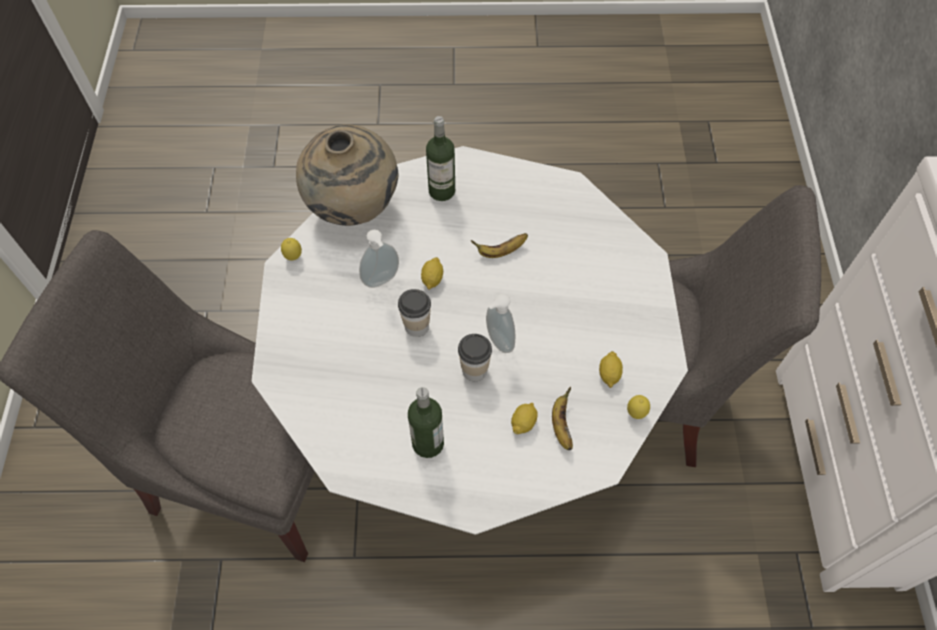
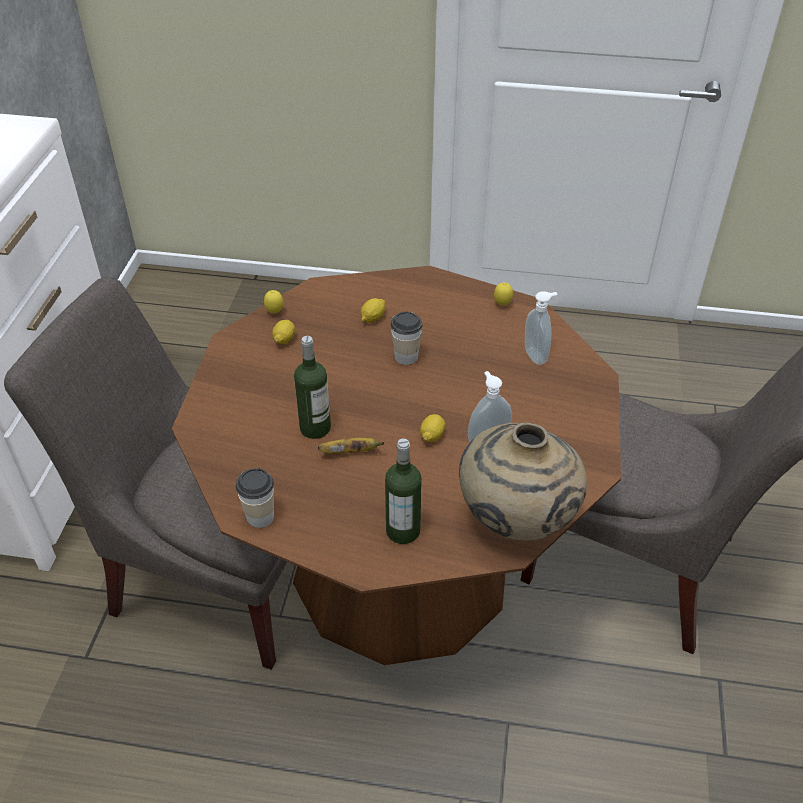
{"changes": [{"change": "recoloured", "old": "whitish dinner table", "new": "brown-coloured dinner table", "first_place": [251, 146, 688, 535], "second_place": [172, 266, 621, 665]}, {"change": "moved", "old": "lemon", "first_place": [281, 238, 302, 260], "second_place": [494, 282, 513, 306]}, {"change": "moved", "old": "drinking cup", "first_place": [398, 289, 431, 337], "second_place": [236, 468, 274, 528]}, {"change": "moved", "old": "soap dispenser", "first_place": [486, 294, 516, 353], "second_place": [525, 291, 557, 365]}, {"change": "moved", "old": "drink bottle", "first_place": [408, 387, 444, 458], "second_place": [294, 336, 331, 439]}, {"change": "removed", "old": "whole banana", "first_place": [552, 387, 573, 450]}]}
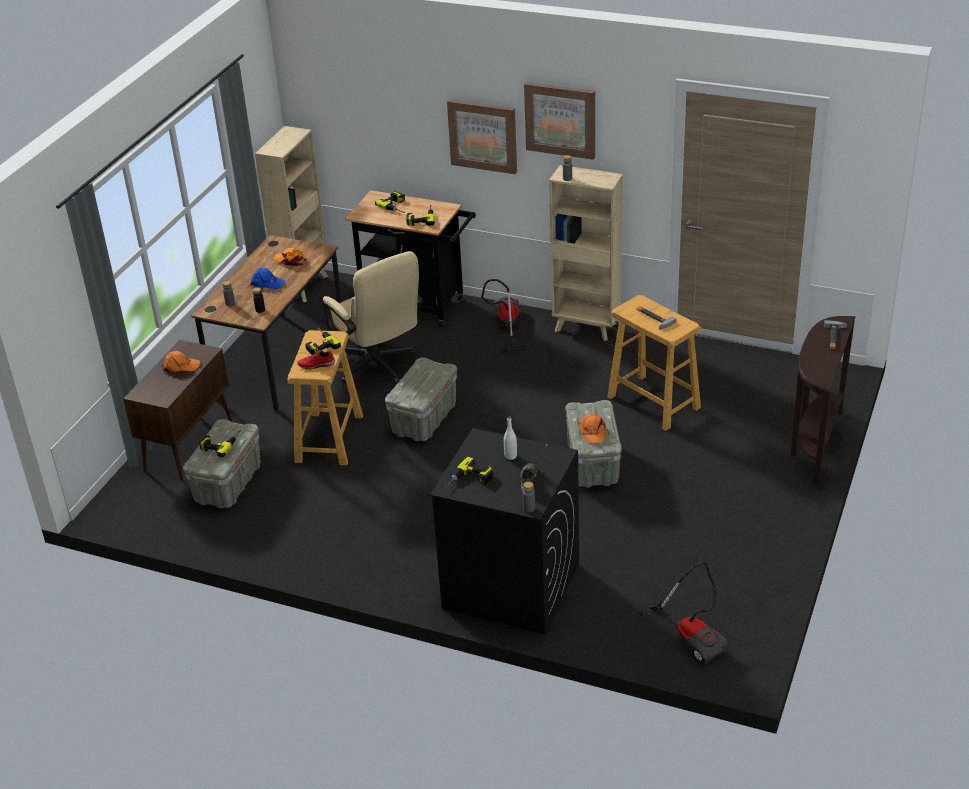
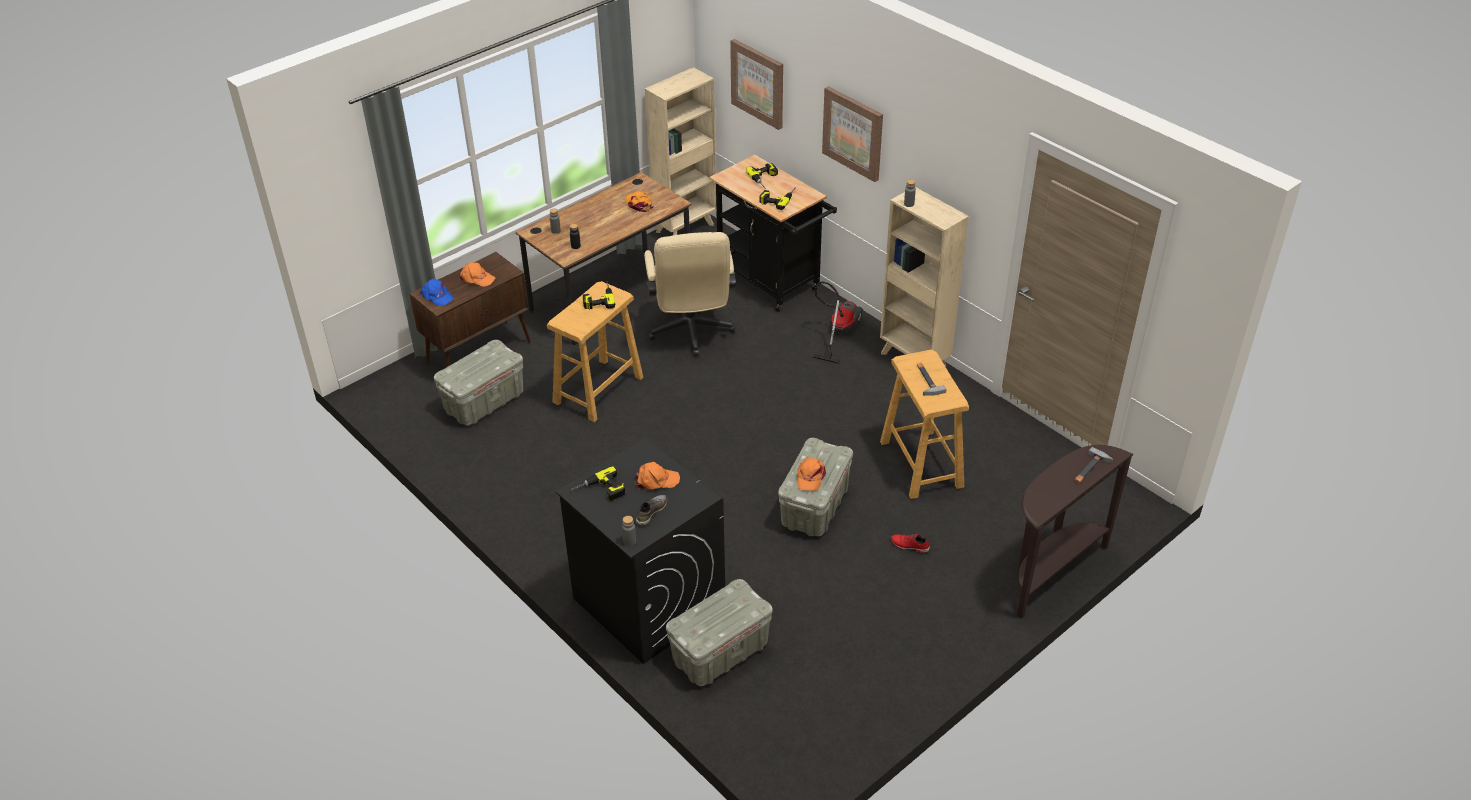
{"changes": [{"change": "moved", "old": "picture", "first_place": [524, 82, 595, 160], "second_place": [730, 39, 783, 130]}, {"change": "moved", "old": "bluish baseball cap", "first_place": [250, 268, 285, 290], "second_place": [419, 279, 454, 306]}, {"change": "moved", "old": "red-coloured item of footwear", "first_place": [297, 350, 335, 369], "second_place": [891, 533, 930, 553]}, {"change": "moved", "old": "greyish storage bin", "first_place": [385, 358, 457, 441], "second_place": [666, 579, 773, 686]}, {"change": "replaced", "old": "whitish drink bottle", "new": "orange-coloured baseball cap", "first_place": [504, 416, 517, 460], "second_place": [634, 462, 680, 490]}, {"change": "removed", "old": "electric drill", "first_place": [199, 430, 241, 457]}, {"change": "removed", "old": "vacuum cleaner", "first_place": [639, 562, 728, 665]}]}
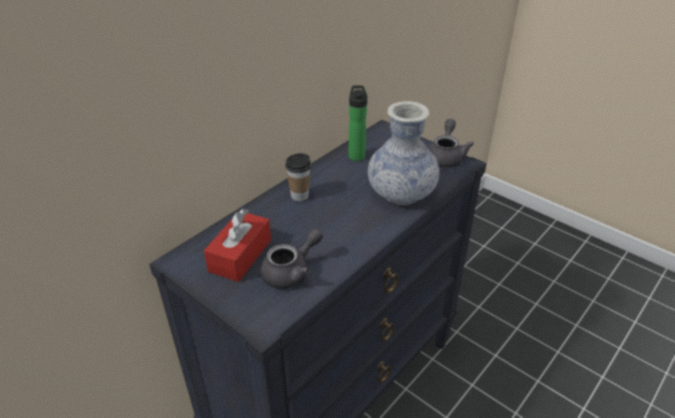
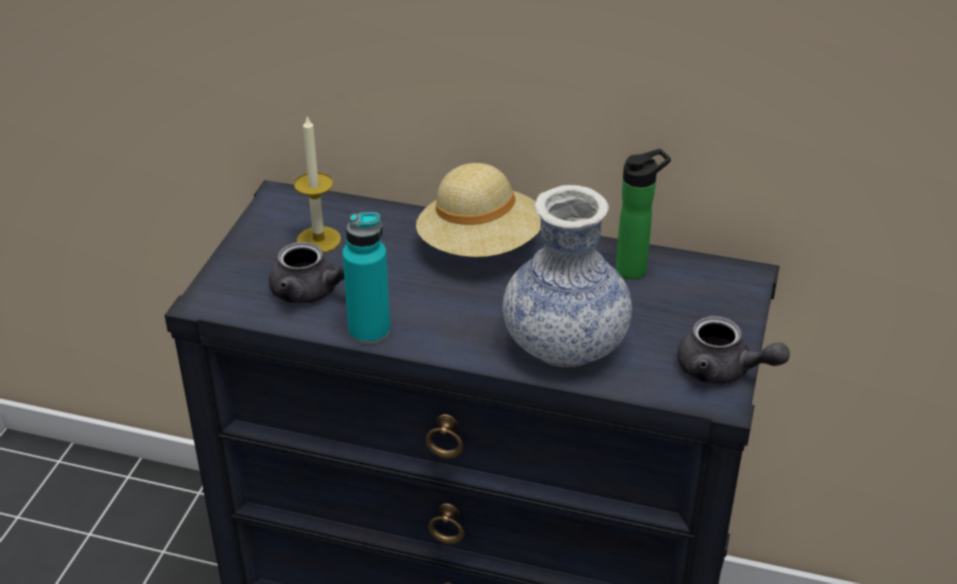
{"changes": [{"change": "turned", "old": "greyish pot for tea", "first_place": [428, 119, 474, 168], "second_place": [677, 316, 790, 384], "degrees": 45}, {"change": "replaced", "old": "drinking cup", "new": "sand-coloured clothing hat", "first_place": [285, 153, 311, 201], "second_place": [416, 163, 541, 257]}, {"change": "replaced", "old": "red-coloured tissue holder", "new": "candle", "first_place": [204, 209, 271, 282], "second_place": [294, 115, 341, 253]}, {"change": "added", "new": "turquoise drink bottle", "second_place": [342, 212, 391, 345]}]}
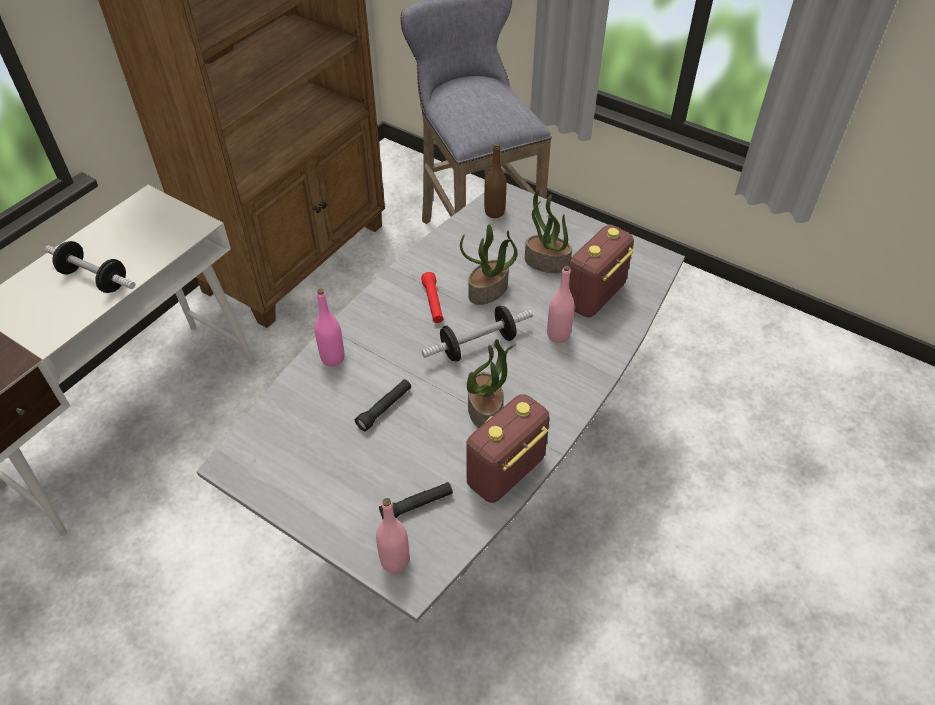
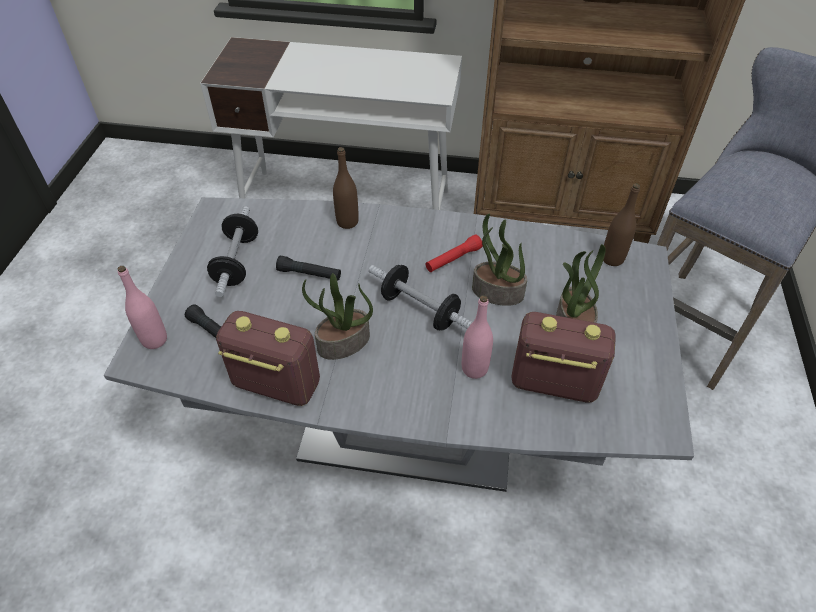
{"changes": [{"change": "moved", "old": "hand weight", "first_place": [45, 241, 135, 293], "second_place": [207, 206, 258, 297]}, {"change": "recoloured", "old": "pinkish drink bottle", "new": "brown-coloured drink bottle", "first_place": [315, 289, 344, 367], "second_place": [333, 147, 359, 229]}]}
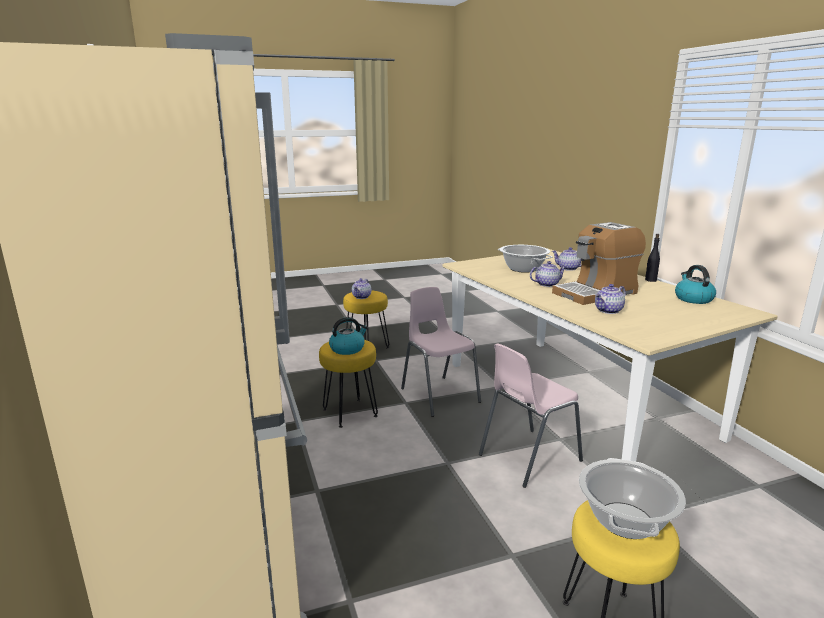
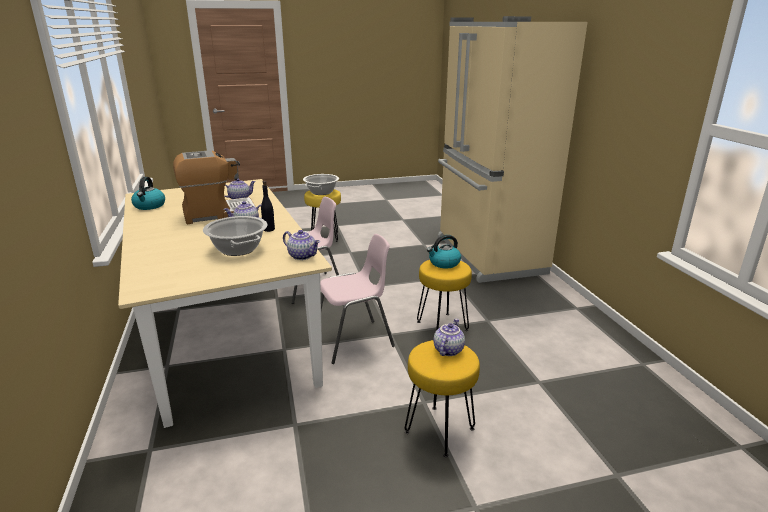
{"changes": [{"change": "moved", "old": "blackish drink bottle", "first_place": [645, 234, 660, 282], "second_place": [261, 181, 275, 232]}, {"change": "moved", "old": "pot for tea", "first_place": [552, 247, 581, 271], "second_place": [283, 230, 320, 260]}, {"change": "turned", "old": "pinkish upright chair", "first_place": [401, 287, 481, 417], "second_place": [320, 234, 395, 364], "degrees": -90}]}
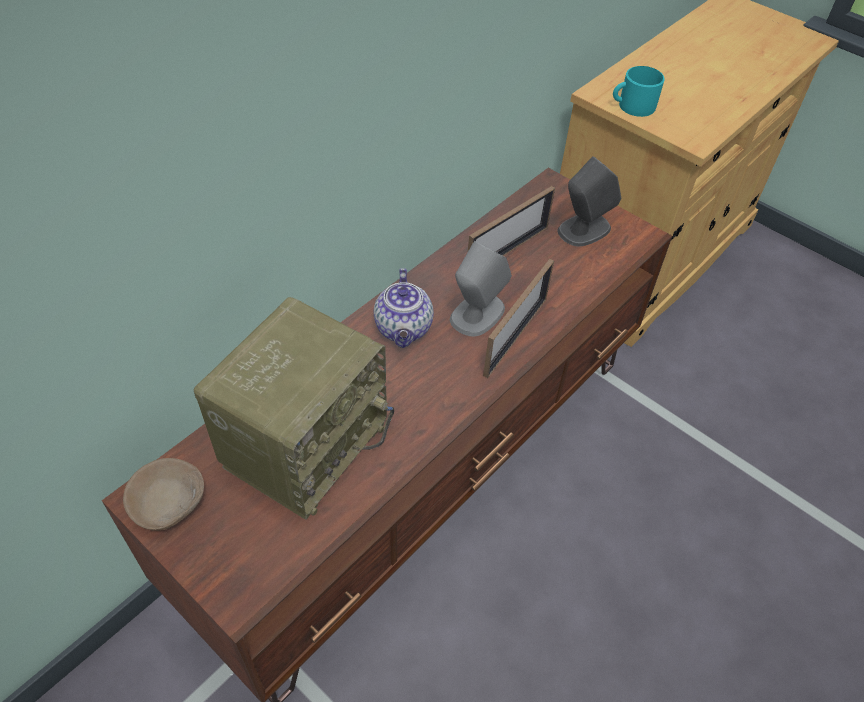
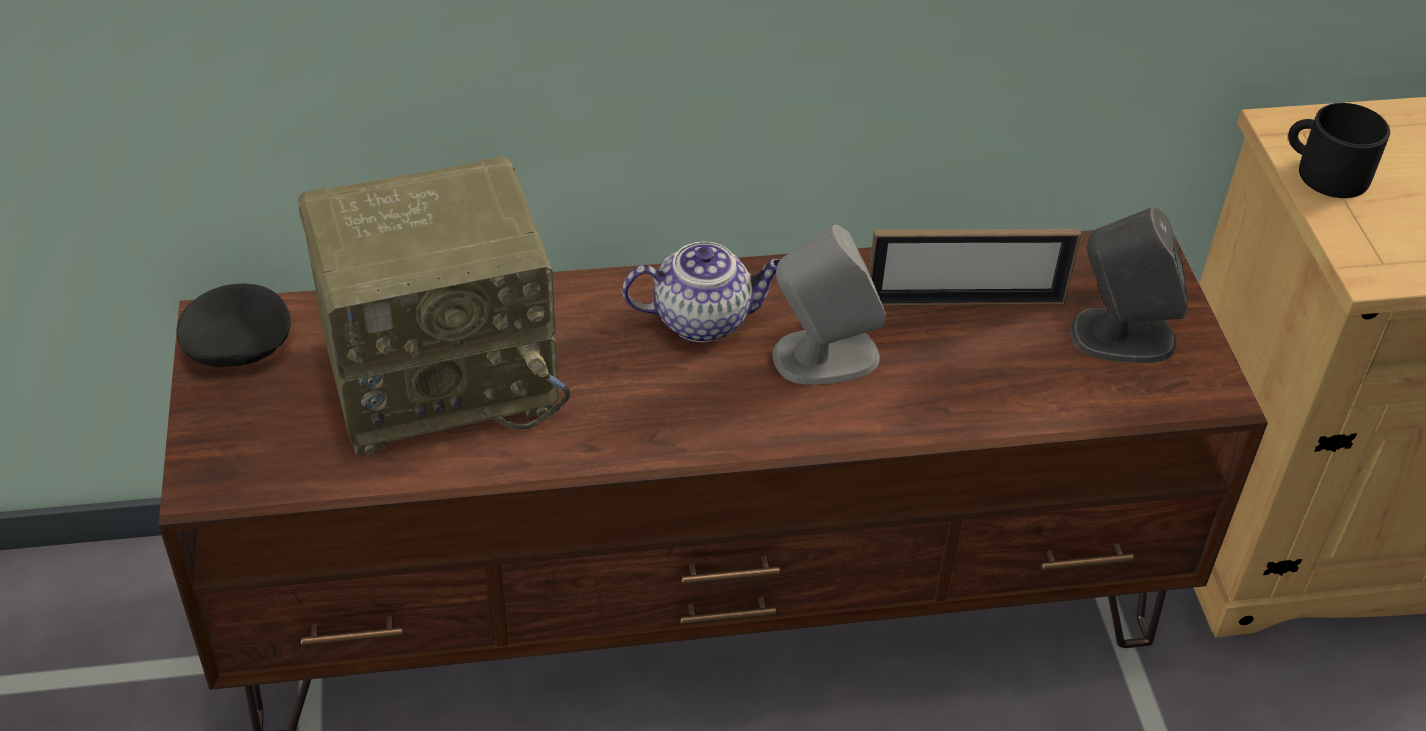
{"changes": [{"change": "recoloured", "old": "turquoise coffee mug", "new": "blackish coffee mug", "first_place": [613, 66, 665, 117], "second_place": [1288, 103, 1390, 198]}, {"change": "removed", "old": "standing frame", "first_place": [483, 259, 554, 378]}, {"change": "turned", "old": "pot for tea", "first_place": [374, 268, 434, 348], "second_place": [622, 241, 780, 342], "degrees": -135}, {"change": "recoloured", "old": "sand-coloured deep dish", "new": "blackish deep dish", "first_place": [123, 458, 204, 531], "second_place": [177, 284, 291, 367]}]}
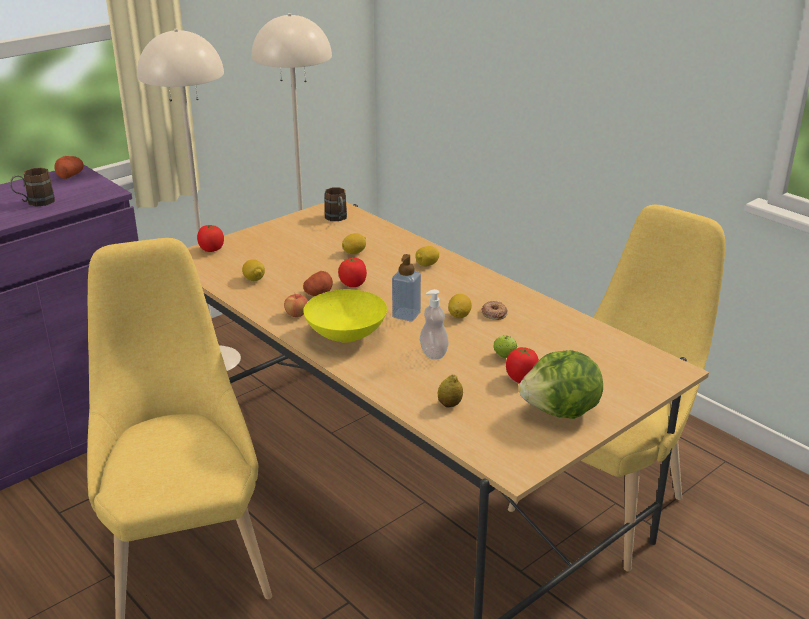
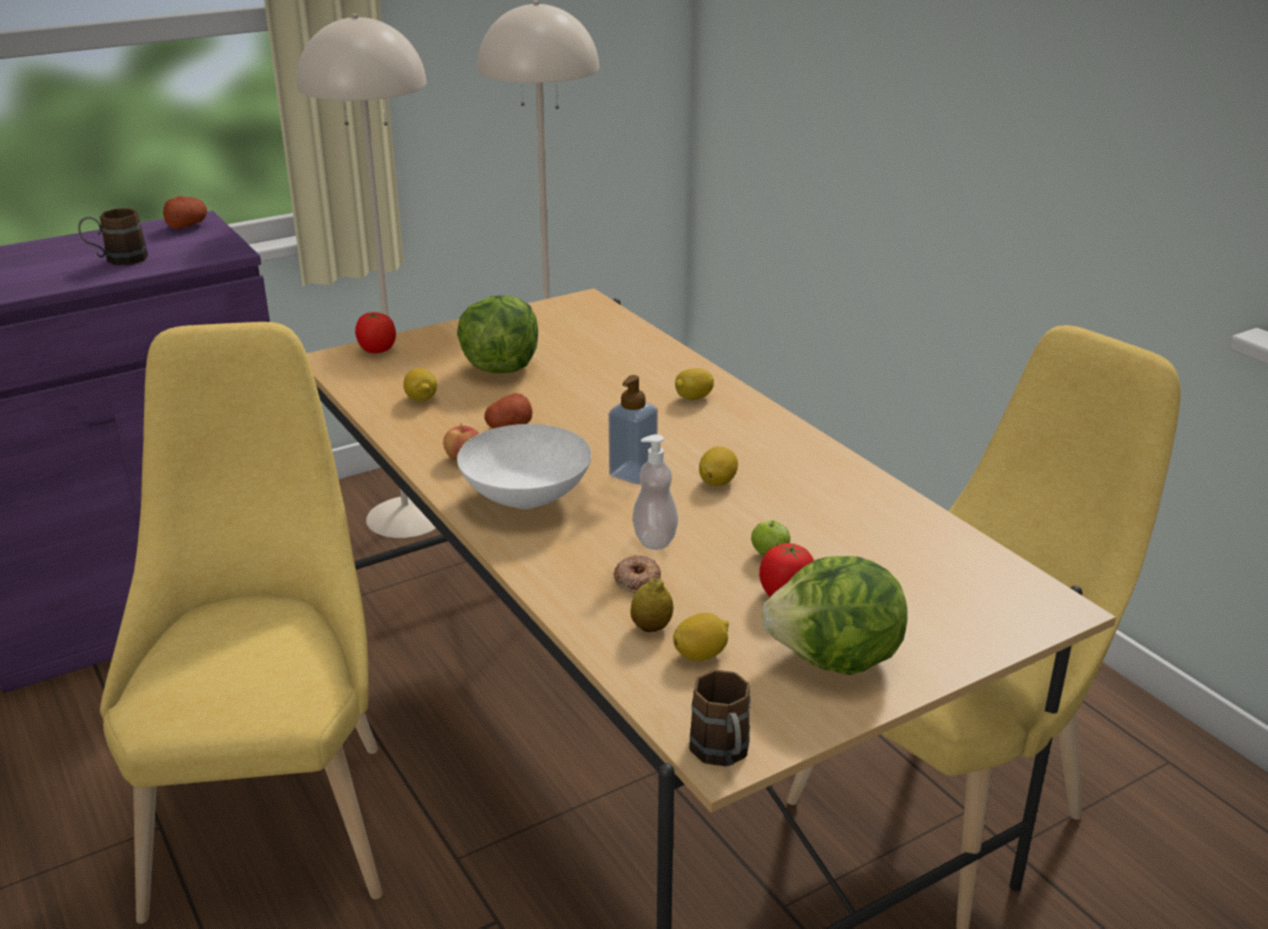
{"changes": [{"change": "moved", "old": "brown-coloured coffee mug", "first_place": [325, 187, 347, 221], "second_place": [689, 670, 751, 766]}, {"change": "moved", "old": "lemon", "first_place": [342, 233, 366, 254], "second_place": [673, 613, 729, 661]}, {"change": "removed", "old": "tomato", "first_place": [338, 257, 367, 287]}, {"change": "recoloured", "old": "yellow-coloured deep dish", "new": "whitish deep dish", "first_place": [303, 289, 387, 343], "second_place": [457, 424, 591, 509]}, {"change": "moved", "old": "donut", "first_place": [481, 301, 508, 320], "second_place": [614, 555, 661, 593]}, {"change": "added", "new": "lettuce", "second_place": [457, 295, 538, 374]}]}
